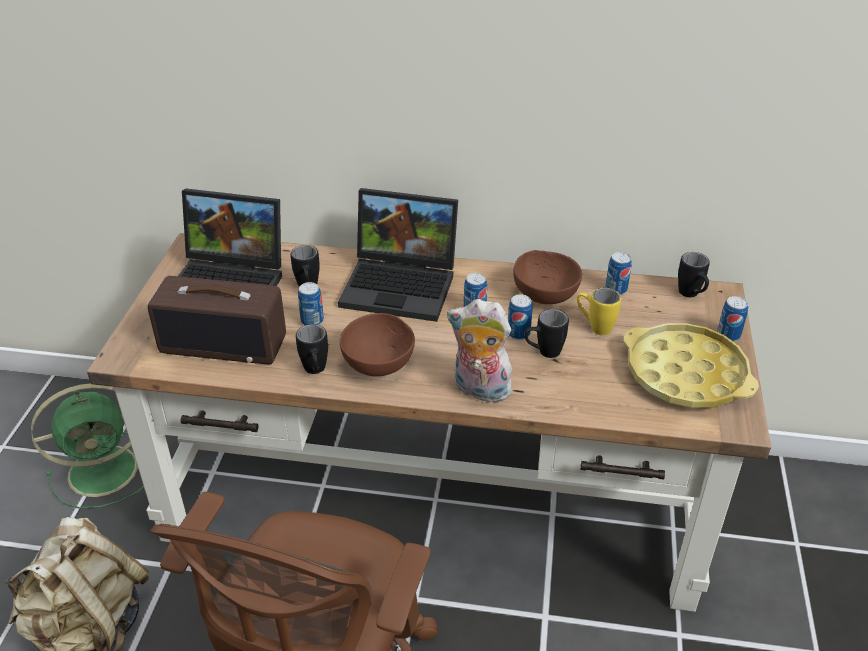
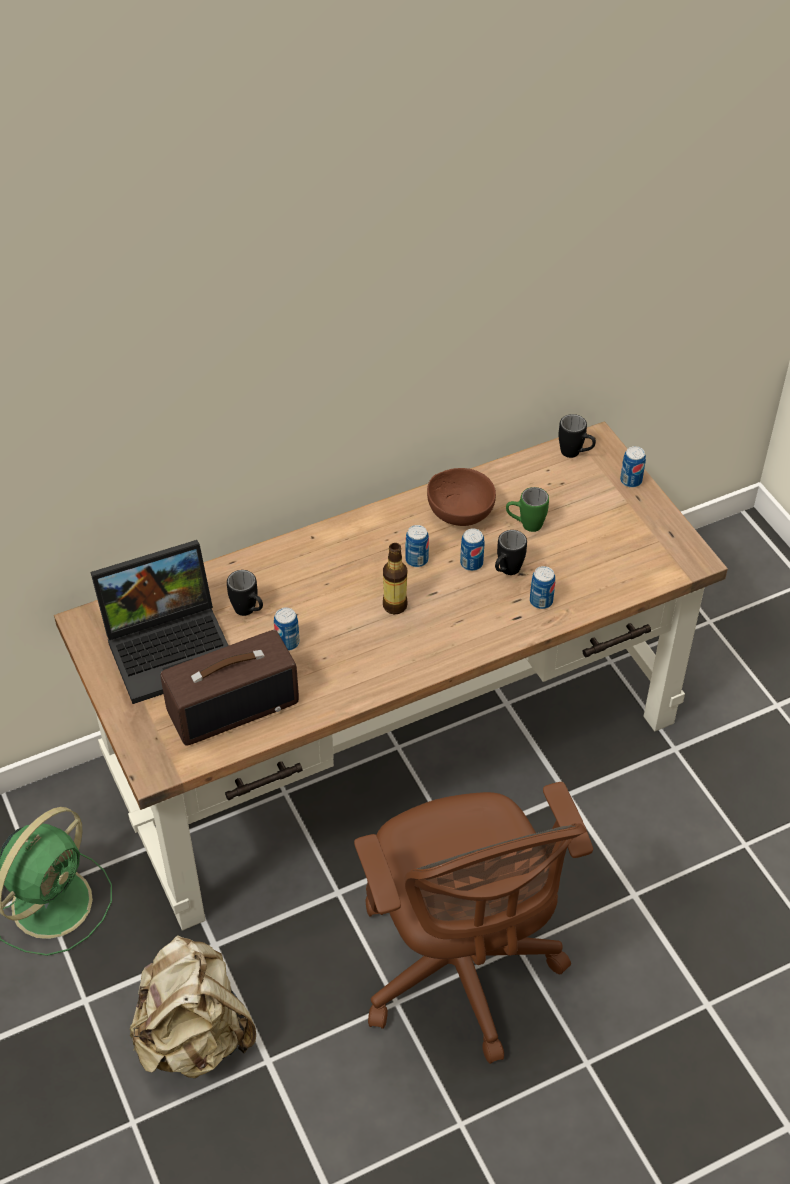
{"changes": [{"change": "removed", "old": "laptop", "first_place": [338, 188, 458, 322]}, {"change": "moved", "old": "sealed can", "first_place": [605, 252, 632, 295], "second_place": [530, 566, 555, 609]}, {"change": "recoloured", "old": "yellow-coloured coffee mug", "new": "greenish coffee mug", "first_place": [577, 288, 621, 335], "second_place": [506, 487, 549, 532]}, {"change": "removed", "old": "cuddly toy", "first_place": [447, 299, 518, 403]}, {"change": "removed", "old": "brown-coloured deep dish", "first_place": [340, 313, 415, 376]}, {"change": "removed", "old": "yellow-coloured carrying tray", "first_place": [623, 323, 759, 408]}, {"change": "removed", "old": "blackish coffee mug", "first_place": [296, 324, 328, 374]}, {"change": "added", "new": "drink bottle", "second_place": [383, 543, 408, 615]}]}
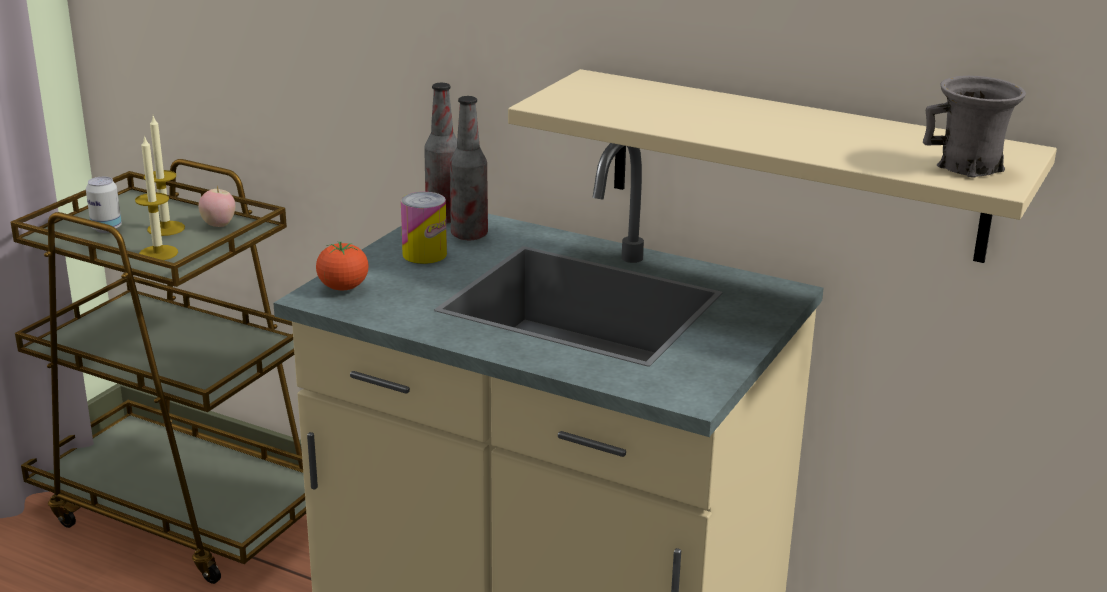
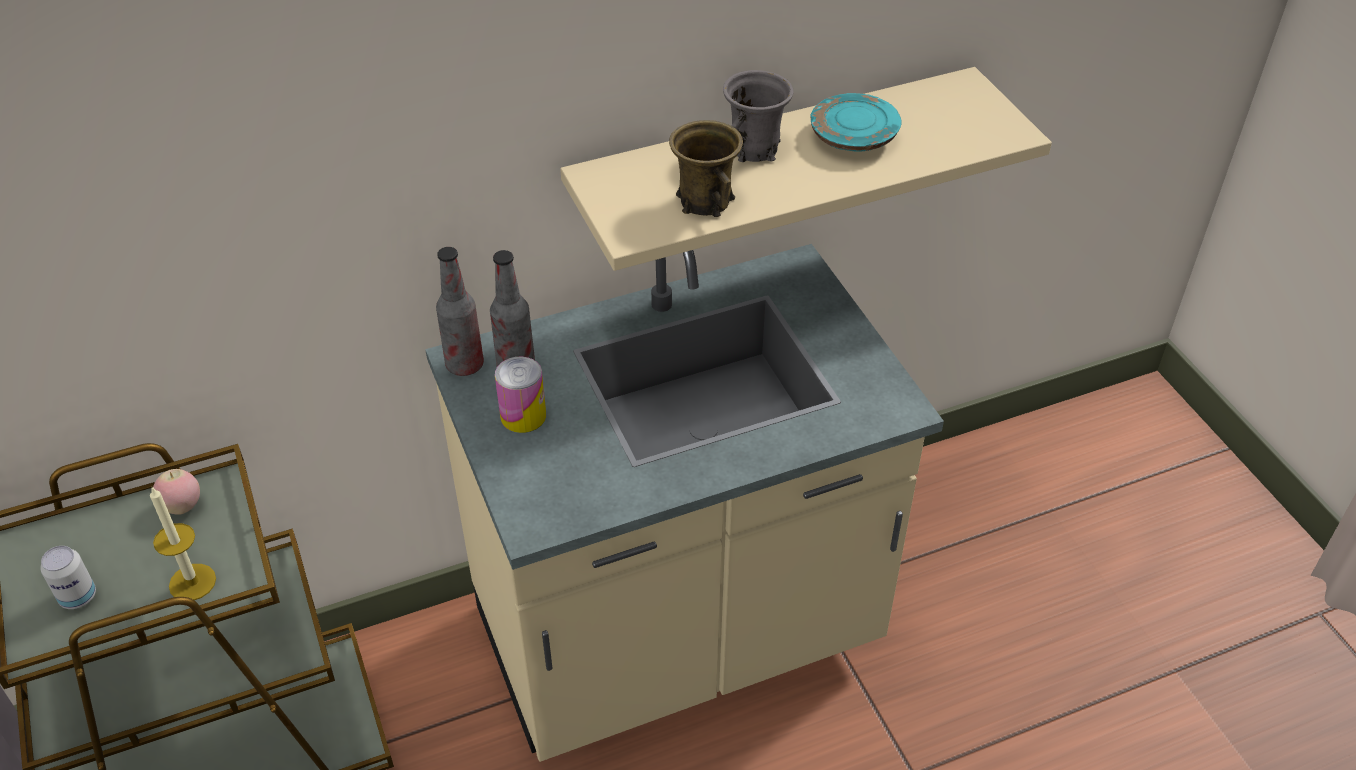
{"changes": [{"change": "moved", "old": "greyish coffee mug", "first_place": [923, 76, 1026, 178], "second_place": [723, 70, 794, 162]}, {"change": "removed", "old": "candle", "first_place": [144, 116, 185, 236]}, {"change": "removed", "old": "tomato", "first_place": [316, 242, 369, 291]}, {"change": "added", "new": "turquoise dinner plate", "second_place": [810, 93, 901, 151]}, {"change": "added", "new": "brown-coloured coffee mug", "second_place": [669, 120, 743, 217]}]}
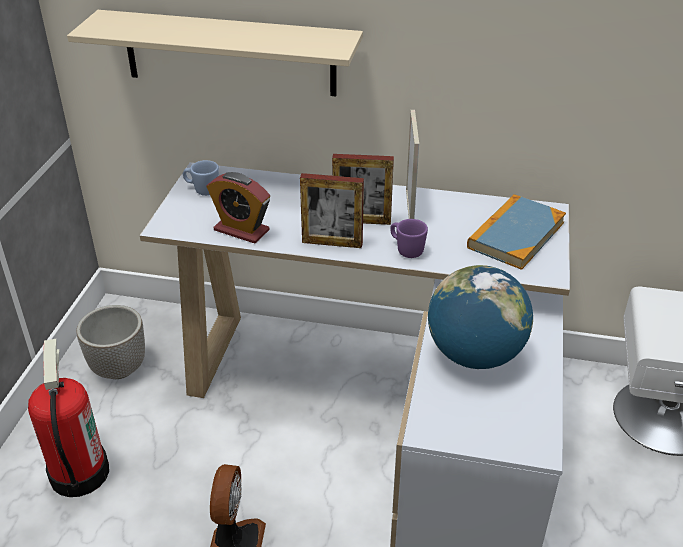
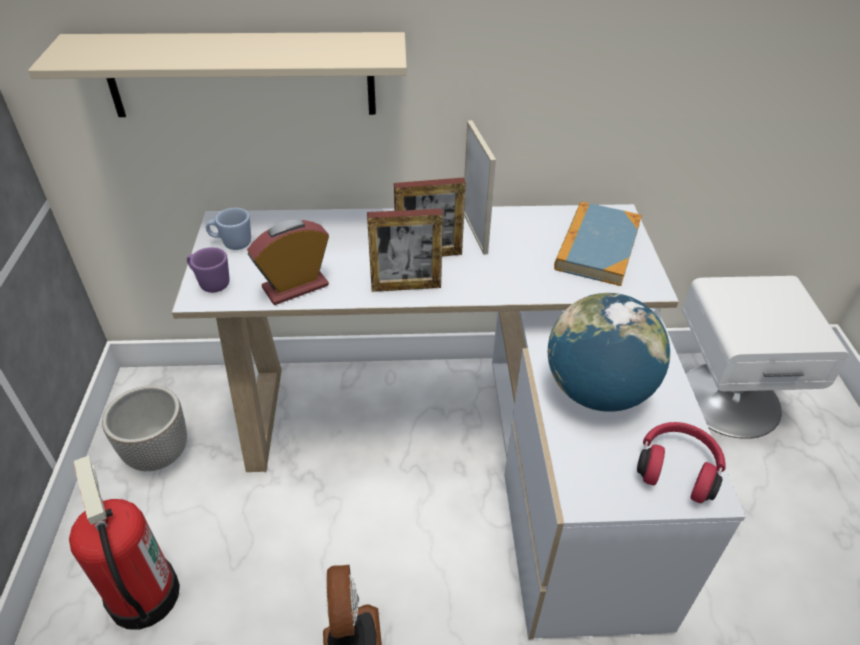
{"changes": [{"change": "turned", "old": "alarm clock", "first_place": [207, 172, 270, 243], "second_place": [247, 220, 329, 305], "degrees": 135}, {"change": "moved", "old": "purple coffee mug", "first_place": [390, 219, 428, 258], "second_place": [187, 247, 230, 293]}, {"change": "added", "new": "red-coloured headphones", "second_place": [637, 422, 726, 503]}]}
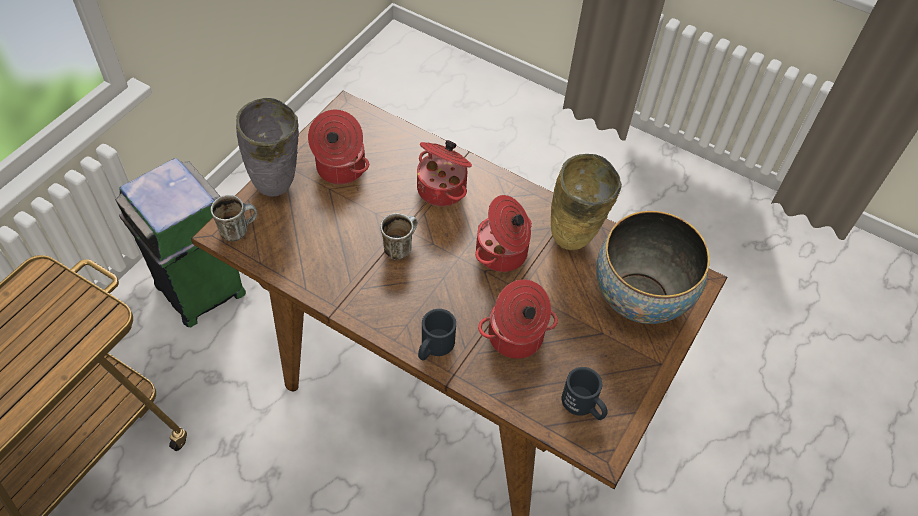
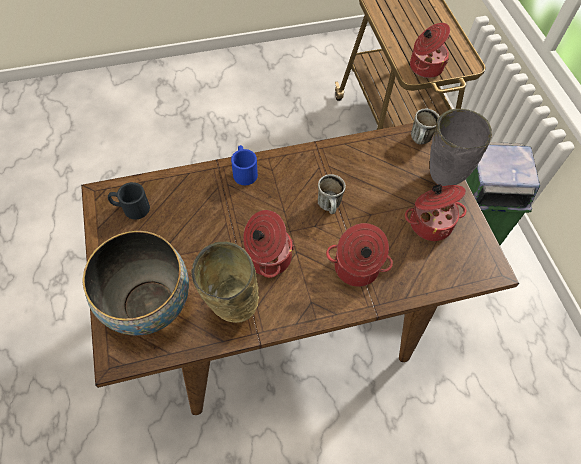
{"changes": [{"change": "moved", "old": "saucepot", "first_place": [478, 279, 558, 359], "second_place": [410, 23, 450, 78]}, {"change": "recoloured", "old": "blackish coffee mug", "new": "bluish coffee mug", "first_place": [418, 309, 456, 361], "second_place": [231, 145, 258, 185]}]}
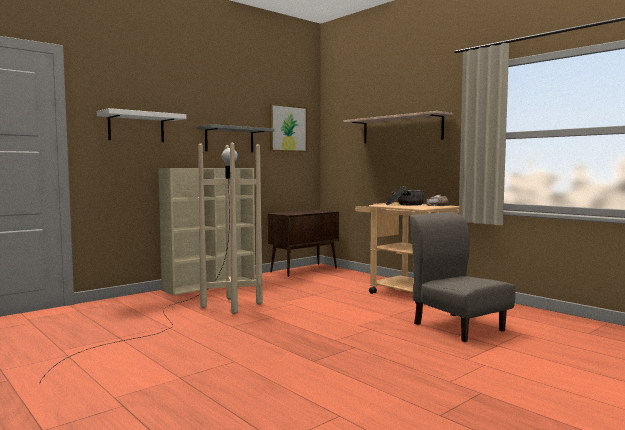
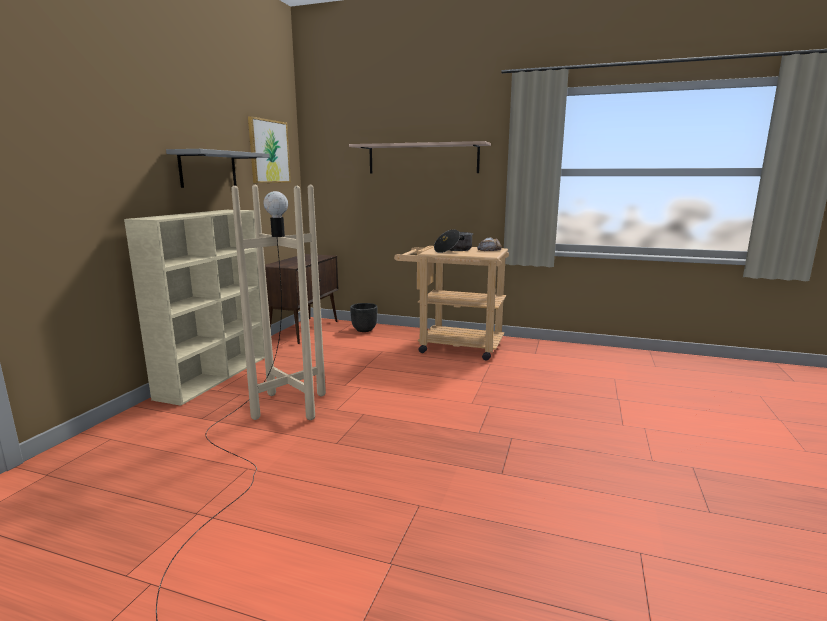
{"changes": [{"change": "removed", "old": "whitish bracket shelf", "first_place": [97, 108, 186, 142]}, {"change": "removed", "old": "greyish upright chair", "first_place": [410, 212, 515, 342]}, {"change": "added", "new": "blackish flower pot", "second_place": [350, 303, 377, 332]}]}
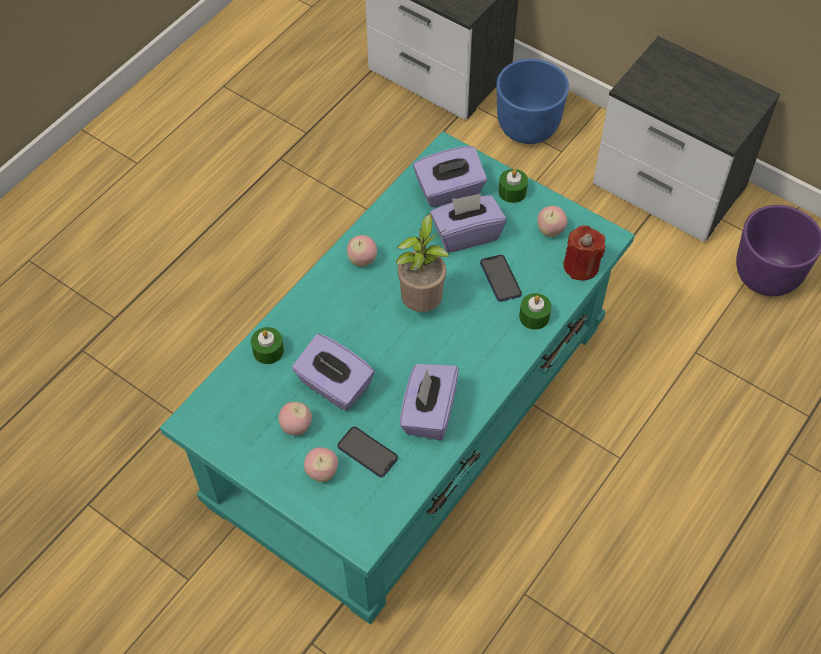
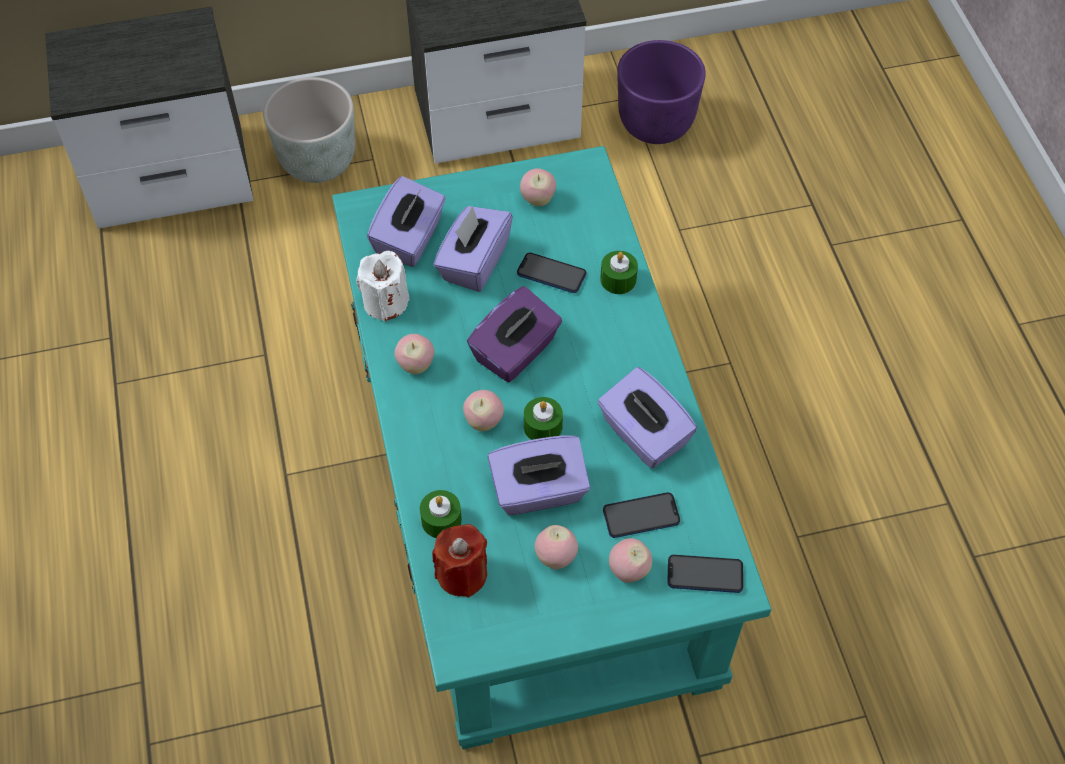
{"changes": [{"change": "recoloured", "old": "bluish flower pot", "new": "greyish flower pot", "first_place": [496, 59, 569, 144], "second_place": [263, 77, 355, 183]}, {"change": "moved", "old": "greenish candle", "first_place": [498, 169, 528, 203], "second_place": [524, 397, 563, 440]}, {"change": "replaced", "old": "plant in a pot", "new": "purple tissue holder", "first_place": [396, 214, 449, 312], "second_place": [467, 286, 562, 382]}, {"change": "moved", "old": "red-coloured candle", "first_place": [563, 225, 606, 281], "second_place": [432, 524, 487, 598]}, {"change": "added", "new": "whitish candle", "second_place": [356, 251, 410, 322]}, {"change": "added", "new": "whole apple", "second_place": [463, 390, 504, 431]}, {"change": "added", "new": "phone", "second_place": [667, 555, 743, 593]}]}
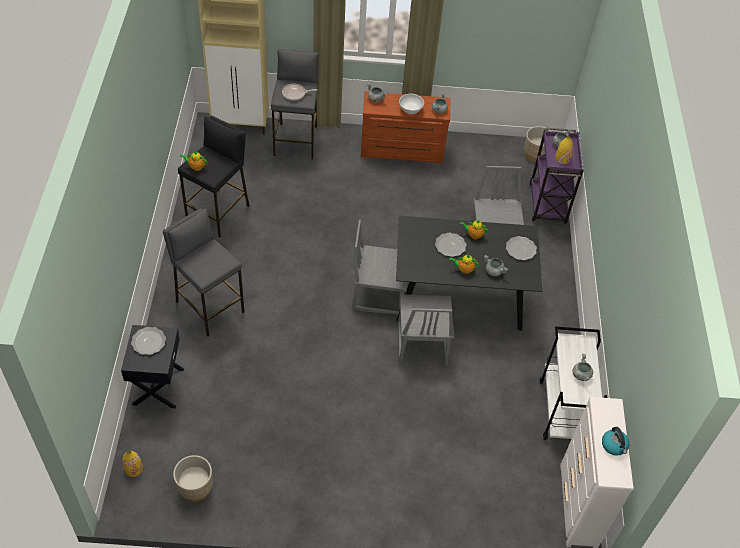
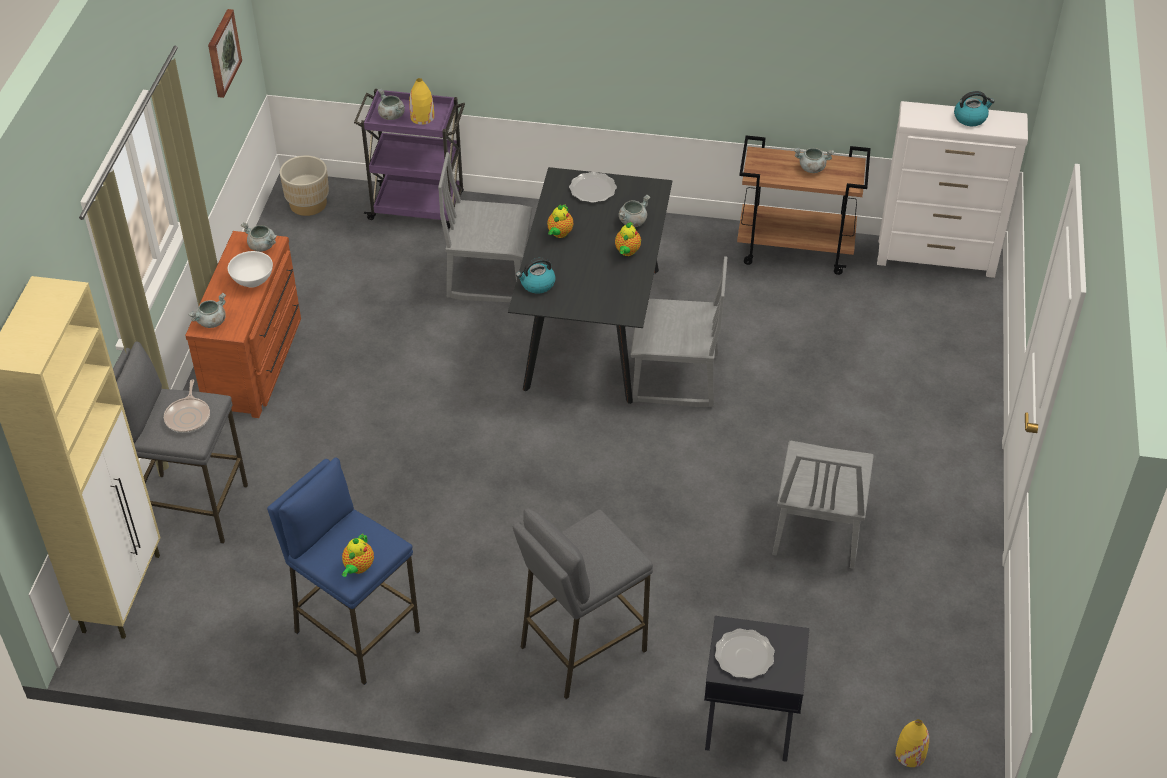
{"changes": [{"change": "recoloured", "old": "blackish stool", "new": "bluish stool", "first_place": [178, 116, 250, 238], "second_place": [267, 458, 420, 685]}, {"change": "moved", "old": "greyish upright chair", "first_place": [352, 219, 408, 315], "second_place": [772, 441, 874, 569]}, {"change": "removed", "old": "dinner plate", "first_place": [435, 233, 467, 257]}, {"change": "recoloured", "old": "whitish cart", "new": "brown-coloured cart", "first_place": [540, 327, 607, 440], "second_place": [737, 136, 871, 275]}, {"change": "removed", "old": "sand-coloured flower pot", "first_place": [173, 455, 213, 502]}, {"change": "added", "new": "picture", "second_place": [208, 9, 242, 98]}, {"change": "added", "new": "water kettle", "second_place": [516, 257, 555, 294]}]}
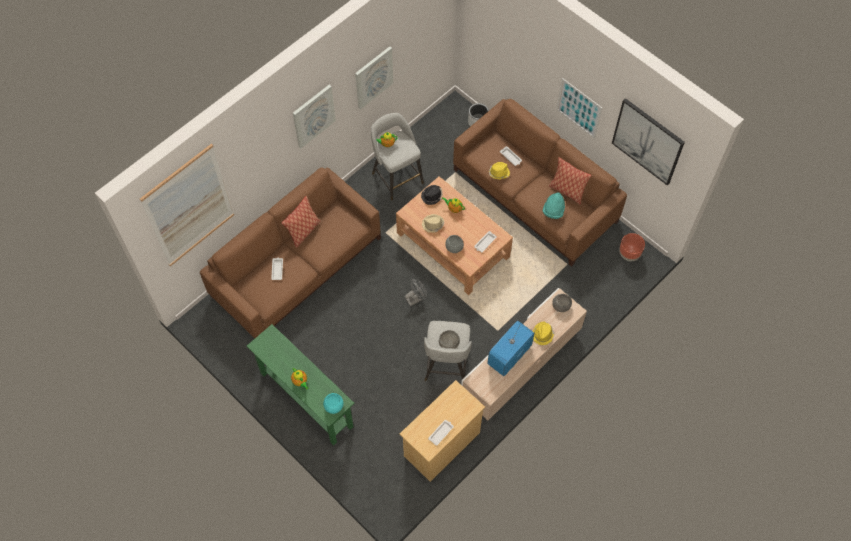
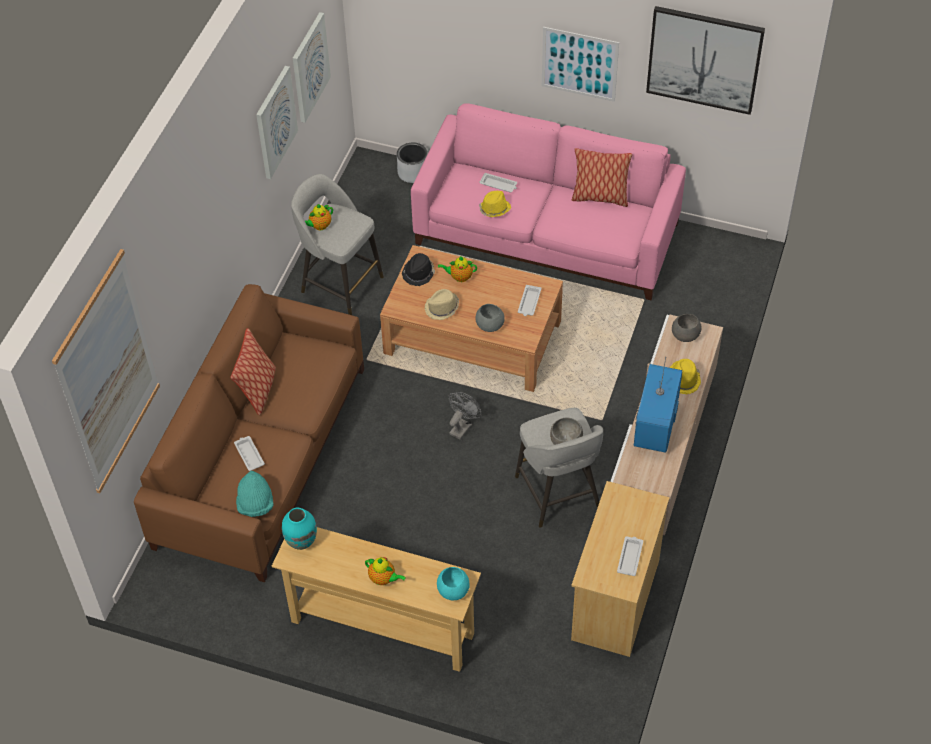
{"changes": [{"change": "moved", "old": "picture", "first_place": [293, 85, 336, 148], "second_place": [293, 12, 331, 123]}, {"change": "recoloured", "old": "brown-coloured sofa", "new": "pinkish sofa", "first_place": [453, 99, 627, 267], "second_place": [411, 103, 686, 300]}, {"change": "moved", "old": "turquoise clothing hat", "first_place": [543, 192, 565, 219], "second_place": [236, 471, 274, 517]}, {"change": "removed", "old": "brown-coloured flower pot", "first_place": [619, 233, 645, 261]}, {"change": "recoloured", "old": "greenish hall table", "new": "sand-coloured hall table", "first_place": [247, 324, 355, 445], "second_place": [272, 527, 481, 672]}, {"change": "added", "new": "turquoise decorative vase", "second_place": [282, 508, 317, 550]}]}
